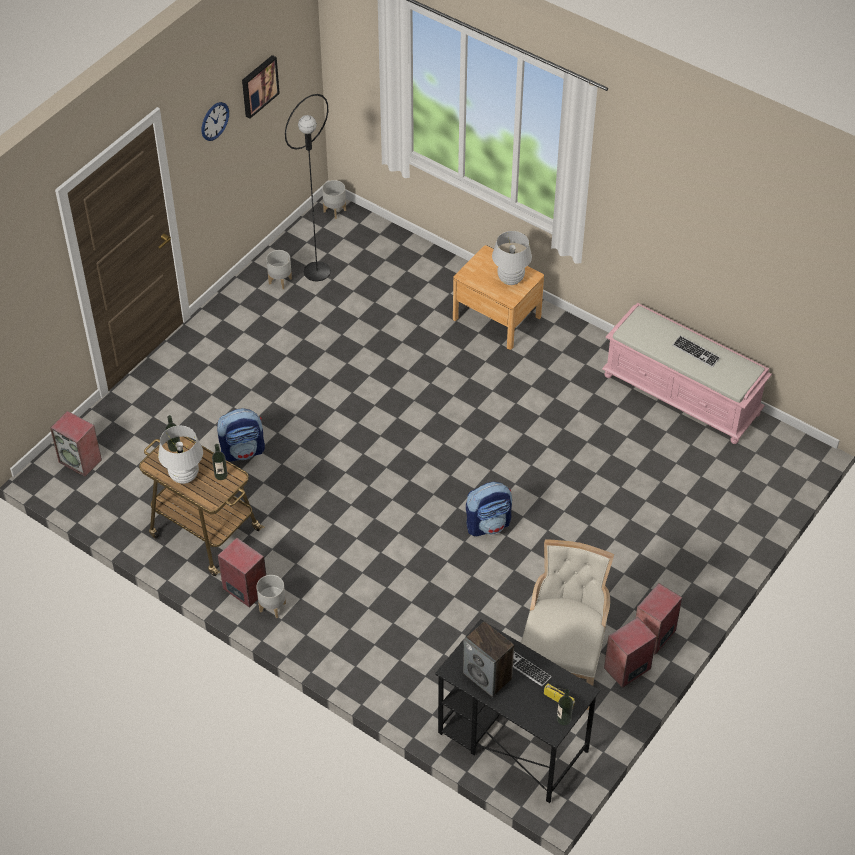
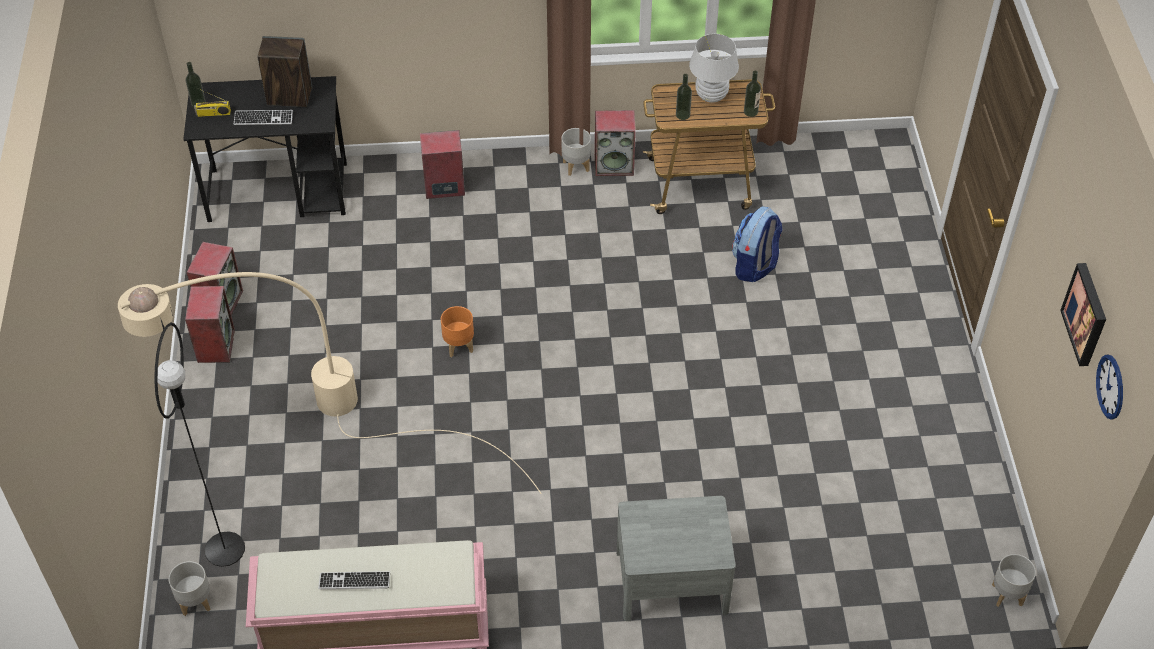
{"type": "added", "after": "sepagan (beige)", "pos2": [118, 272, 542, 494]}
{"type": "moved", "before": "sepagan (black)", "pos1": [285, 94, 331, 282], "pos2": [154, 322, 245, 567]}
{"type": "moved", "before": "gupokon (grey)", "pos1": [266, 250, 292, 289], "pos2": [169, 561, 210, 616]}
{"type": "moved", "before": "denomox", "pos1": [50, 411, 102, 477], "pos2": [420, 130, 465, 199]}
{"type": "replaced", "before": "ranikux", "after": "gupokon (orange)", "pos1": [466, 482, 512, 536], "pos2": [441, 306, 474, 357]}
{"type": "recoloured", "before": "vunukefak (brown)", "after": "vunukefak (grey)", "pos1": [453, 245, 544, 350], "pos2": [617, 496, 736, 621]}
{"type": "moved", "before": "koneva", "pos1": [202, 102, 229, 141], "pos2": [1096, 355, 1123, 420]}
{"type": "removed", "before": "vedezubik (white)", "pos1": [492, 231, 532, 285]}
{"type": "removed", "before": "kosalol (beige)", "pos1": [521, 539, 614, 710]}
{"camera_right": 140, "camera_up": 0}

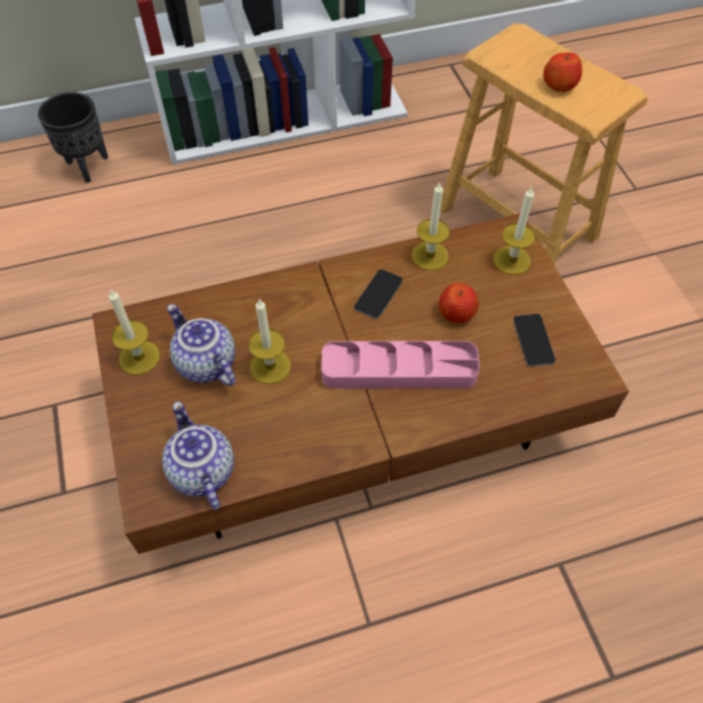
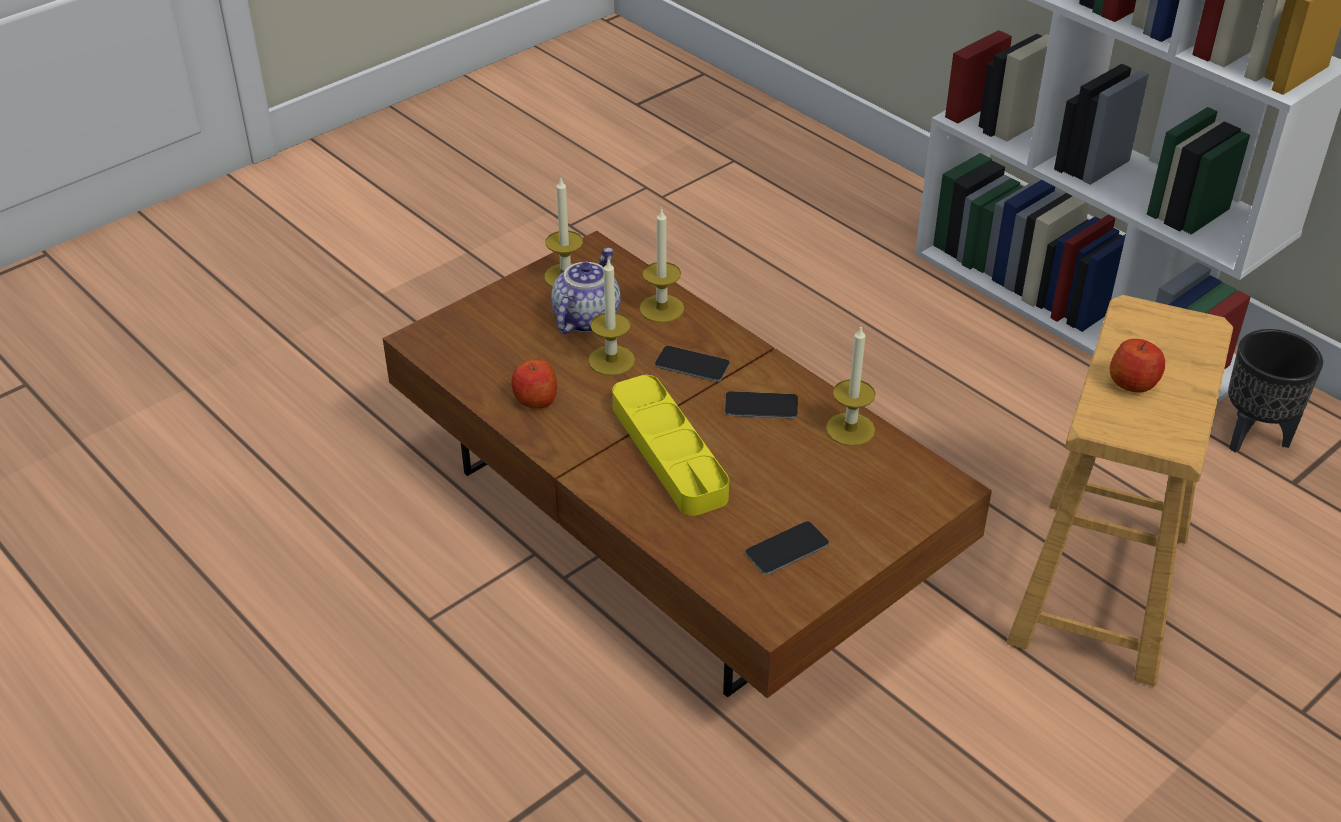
{"type": "moved", "before": "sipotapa", "pos1": [439, 283, 479, 323], "pos2": [512, 359, 557, 409]}
{"type": "recoloured", "before": "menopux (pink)", "after": "menopux (yellow)", "pos1": [321, 341, 480, 388], "pos2": [612, 375, 729, 516]}
{"type": "moved", "before": "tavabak", "pos1": [493, 187, 535, 275], "pos2": [639, 207, 684, 323]}
{"type": "added", "after": "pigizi", "pos2": [655, 346, 730, 382]}
{"type": "moved", "before": "gupokon (black)", "pos1": [38, 92, 108, 183], "pos2": [1228, 329, 1323, 453]}
{"type": "removed", "before": "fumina", "pos1": [162, 401, 234, 510]}
{"camera_right": 65, "camera_up": -15}

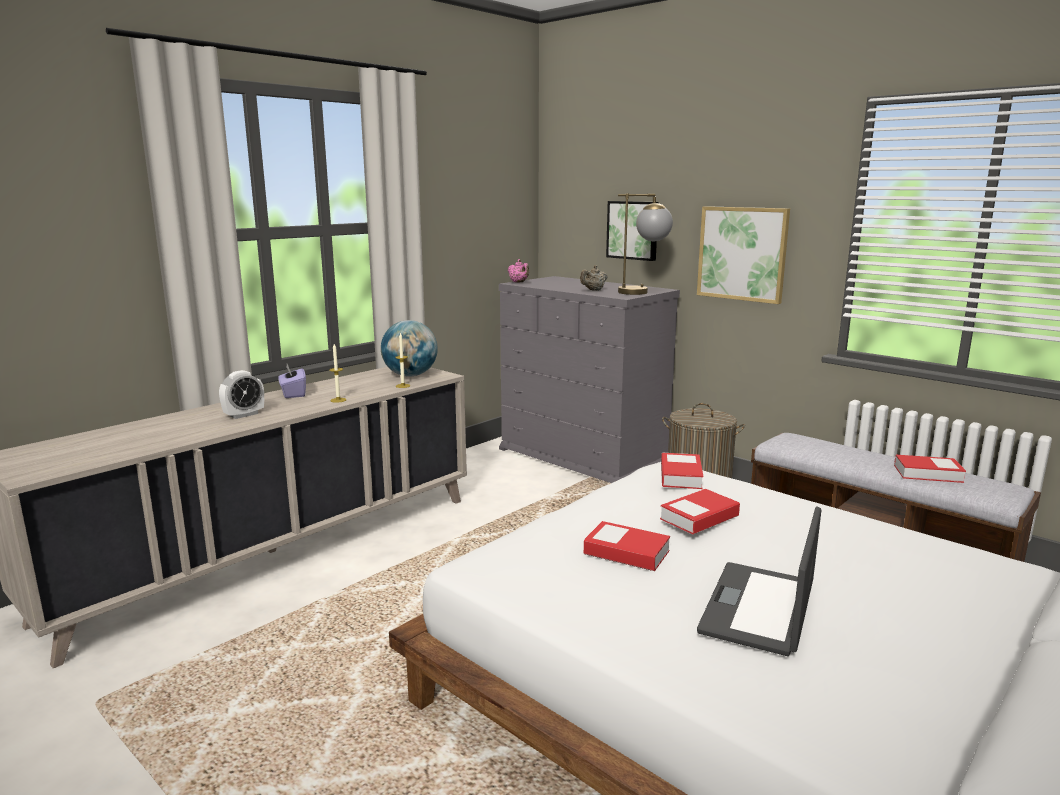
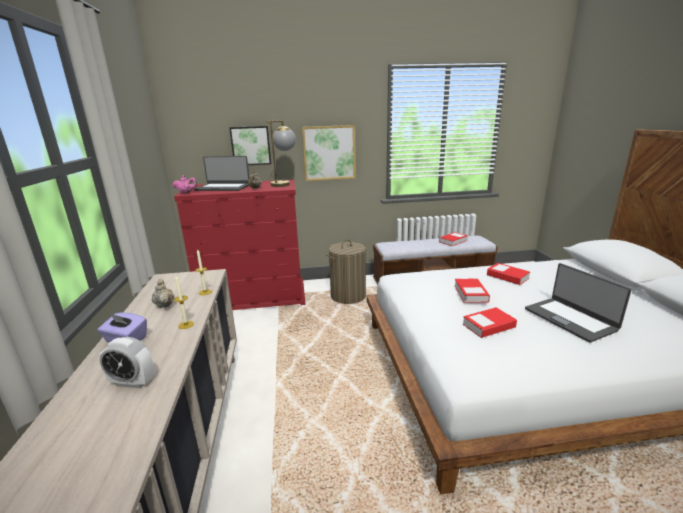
{"type": "turned", "before": "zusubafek", "pos1": [219, 370, 264, 419], "pos2": [99, 337, 154, 388], "turn": 105}
{"type": "added", "after": "fumina (beige)", "pos2": [152, 279, 174, 308]}
{"type": "recoloured", "before": "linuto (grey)", "after": "linuto (red)", "pos1": [499, 276, 680, 483], "pos2": [174, 180, 306, 310]}
{"type": "added", "after": "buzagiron", "pos2": [194, 156, 250, 191]}
{"type": "moved", "before": "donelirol", "pos1": [661, 453, 703, 489], "pos2": [487, 263, 530, 285]}
{"type": "removed", "before": "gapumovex", "pos1": [381, 320, 438, 377]}
{"camera_right": -50, "camera_up": 5}

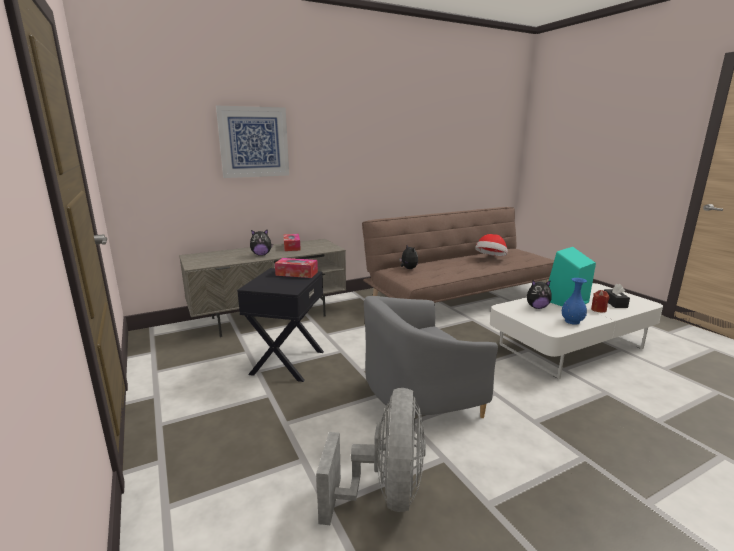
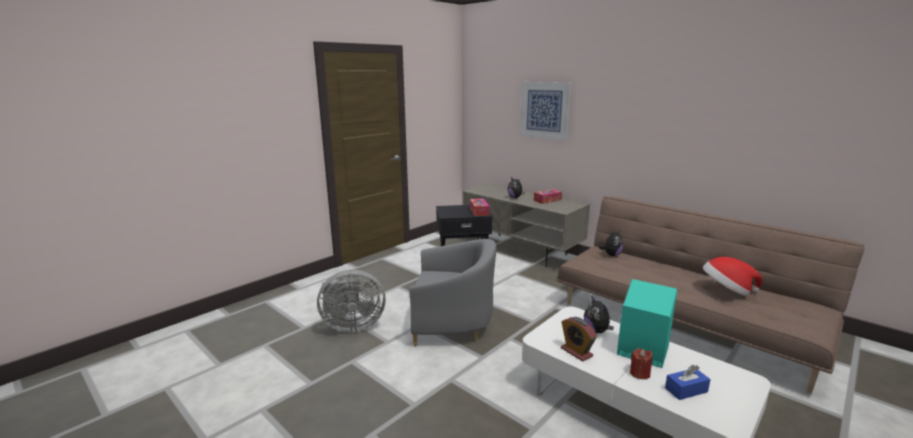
{"type": "turned", "before": "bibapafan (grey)", "pos1": [364, 296, 498, 418], "pos2": [409, 239, 496, 347], "turn": 135}
{"type": "replaced", "before": "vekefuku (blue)", "after": "zusubafek", "pos1": [562, 278, 587, 325], "pos2": [561, 317, 597, 362]}
{"type": "recoloured", "before": "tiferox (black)", "after": "tiferox (blue)", "pos1": [604, 284, 630, 308], "pos2": [665, 365, 711, 400]}
{"camera_right": 70, "camera_up": 0}

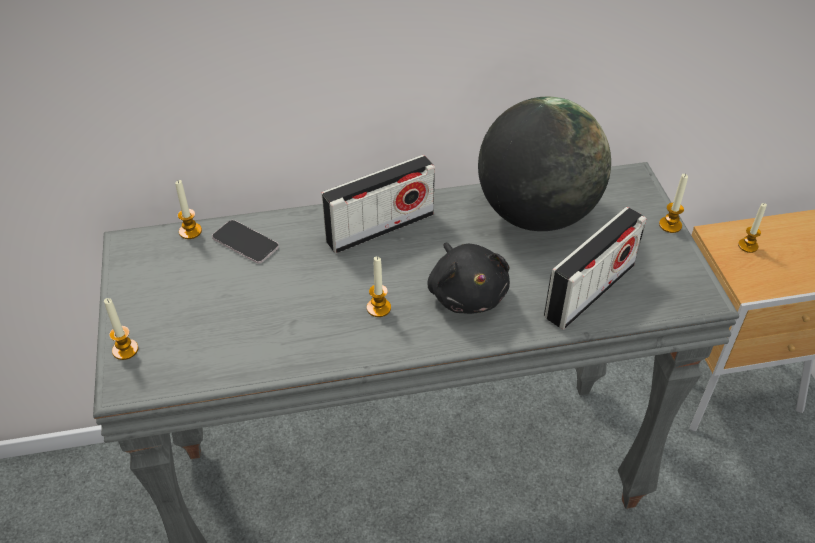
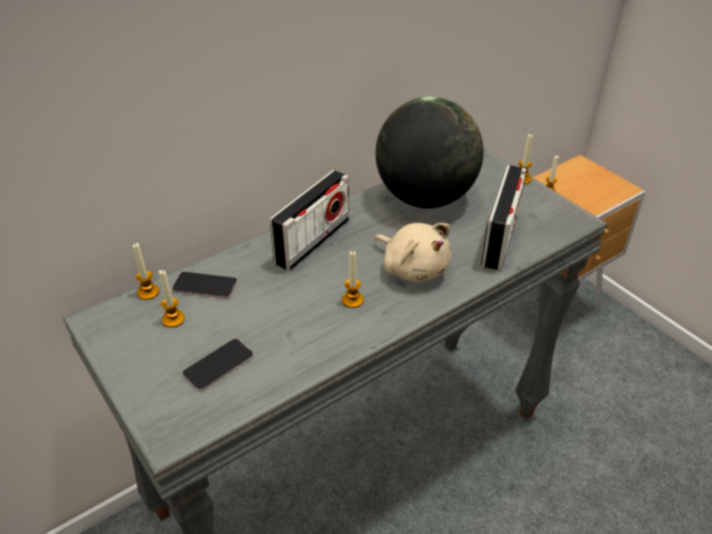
{"type": "moved", "before": "tavabak", "pos1": [104, 298, 139, 360], "pos2": [159, 270, 185, 327]}
{"type": "added", "after": "pigizi", "pos2": [182, 338, 254, 391]}
{"type": "recoloured", "before": "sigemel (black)", "after": "sigemel (beige)", "pos1": [427, 242, 510, 314], "pos2": [375, 223, 451, 282]}
{"camera_right": -25, "camera_up": -5}

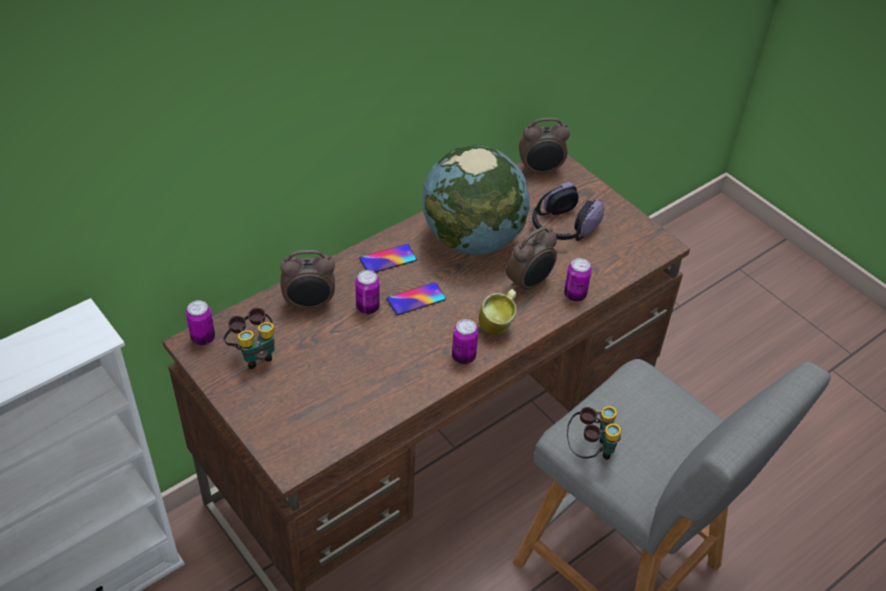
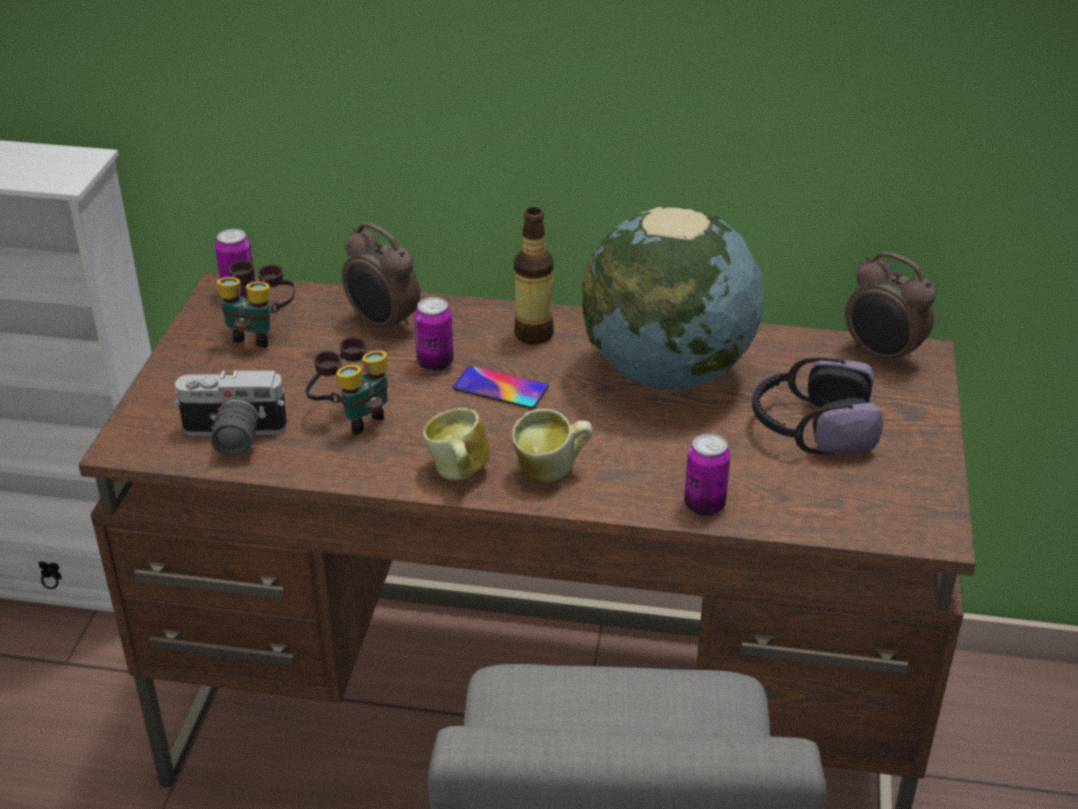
{"type": "added", "after": "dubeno", "pos2": [173, 370, 287, 457]}
{"type": "moved", "before": "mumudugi", "pos1": [567, 406, 621, 460], "pos2": [305, 337, 388, 435]}
{"type": "replaced", "before": "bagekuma", "after": "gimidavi", "pos1": [452, 319, 478, 364], "pos2": [423, 408, 490, 480]}
{"type": "replaced", "before": "pigizi", "after": "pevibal", "pos1": [359, 244, 417, 272], "pos2": [514, 207, 554, 344]}
{"type": "removed", "before": "zusubafek", "pos1": [506, 227, 557, 295]}
{"camera_right": 50, "camera_up": -10}

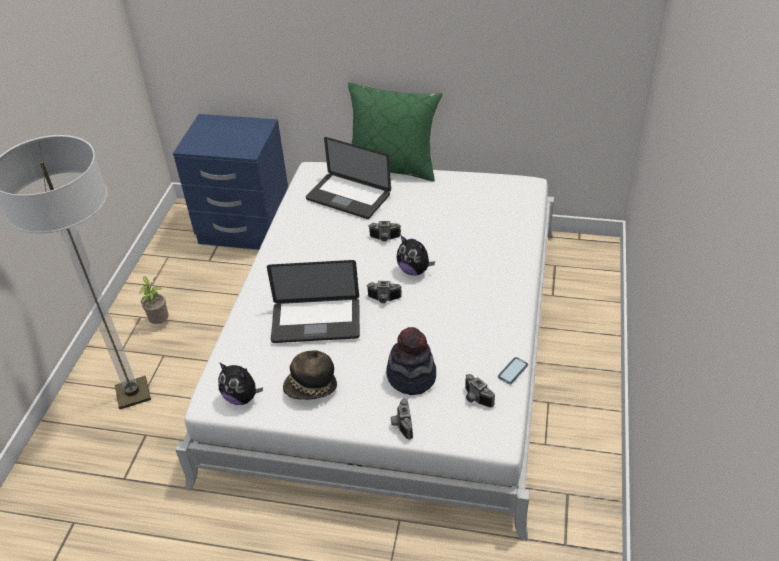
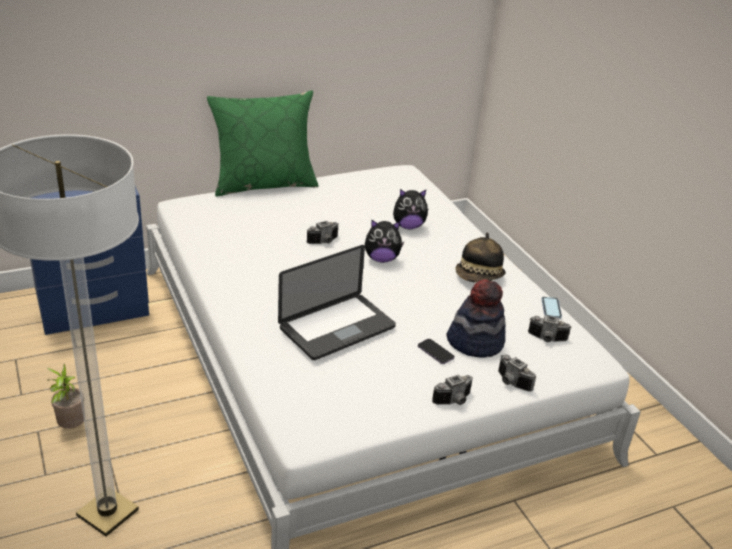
{"type": "moved", "before": "sigemel", "pos1": [218, 362, 263, 405], "pos2": [393, 189, 428, 229]}
{"type": "added", "after": "pigizi", "pos2": [418, 339, 455, 364]}
{"type": "moved", "before": "dubeno", "pos1": [367, 281, 402, 303], "pos2": [432, 374, 473, 405]}
{"type": "moved", "before": "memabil", "pos1": [283, 350, 337, 400], "pos2": [455, 233, 506, 282]}
{"type": "removed", "before": "buzagiron", "pos1": [306, 137, 391, 219]}
{"camera_right": -40, "camera_up": -10}

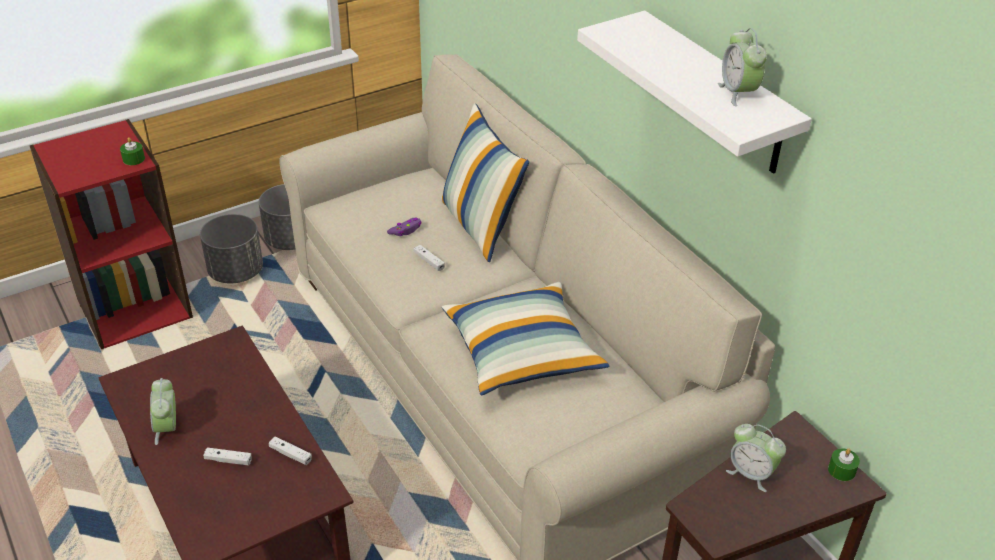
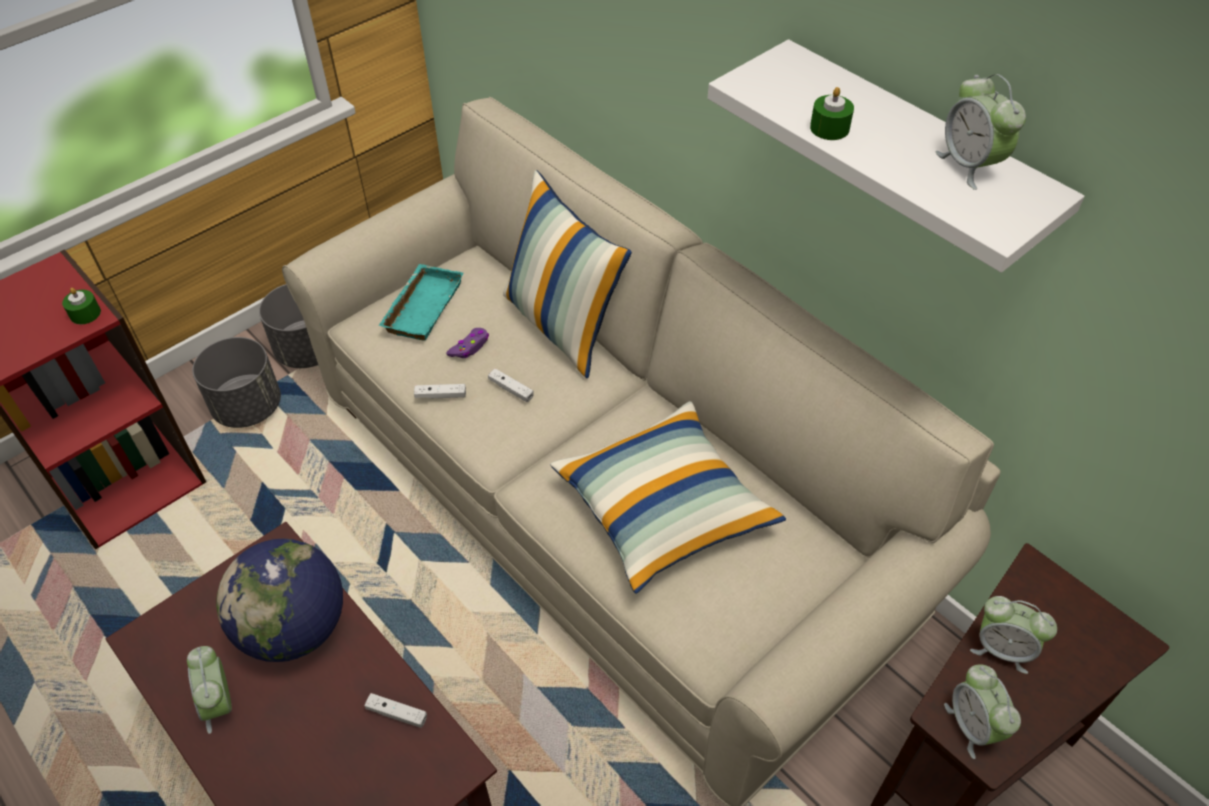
{"type": "added", "after": "gapumovex", "pos2": [216, 539, 343, 662]}
{"type": "added", "after": "menopux (turquoise)", "pos2": [378, 264, 464, 340]}
{"type": "moved", "before": "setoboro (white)", "pos1": [203, 447, 252, 466], "pos2": [414, 384, 466, 398]}
{"type": "moved", "before": "tavabak (green)", "pos1": [828, 448, 860, 481], "pos2": [810, 87, 854, 140]}
{"type": "added", "after": "zusubafek", "pos2": [944, 664, 1021, 759]}
{"camera_right": -10, "camera_up": 10}

